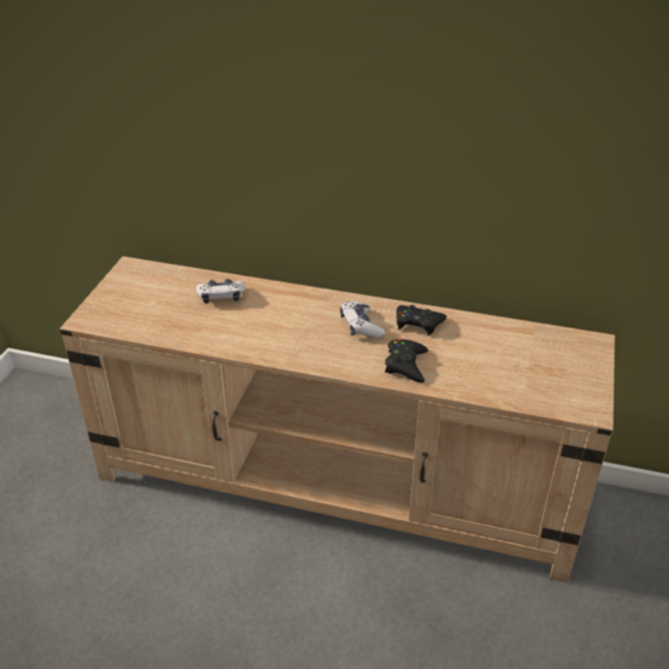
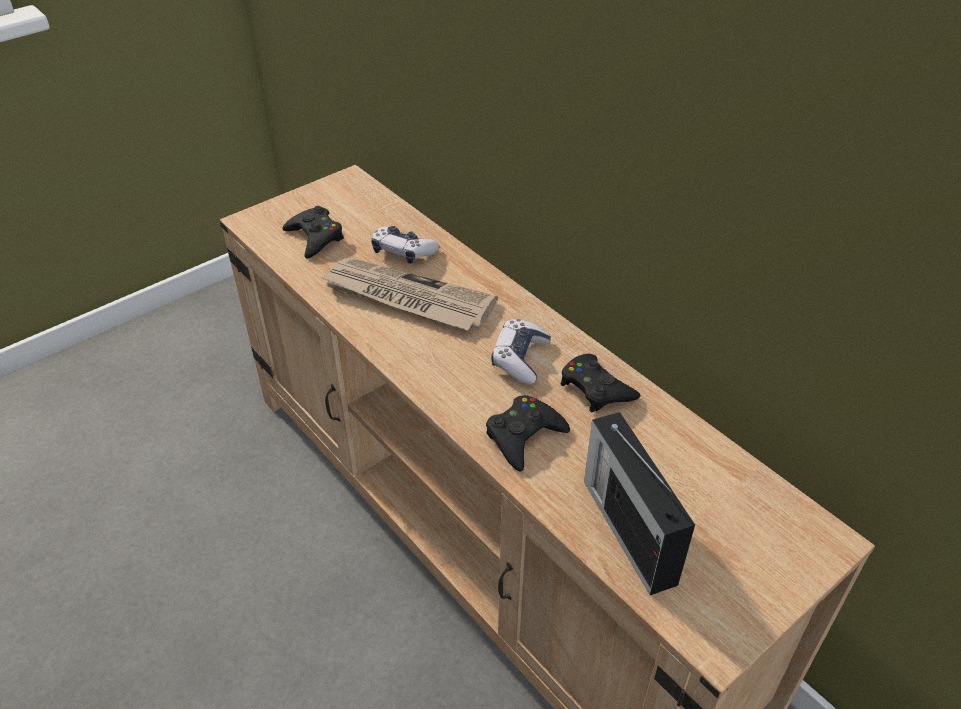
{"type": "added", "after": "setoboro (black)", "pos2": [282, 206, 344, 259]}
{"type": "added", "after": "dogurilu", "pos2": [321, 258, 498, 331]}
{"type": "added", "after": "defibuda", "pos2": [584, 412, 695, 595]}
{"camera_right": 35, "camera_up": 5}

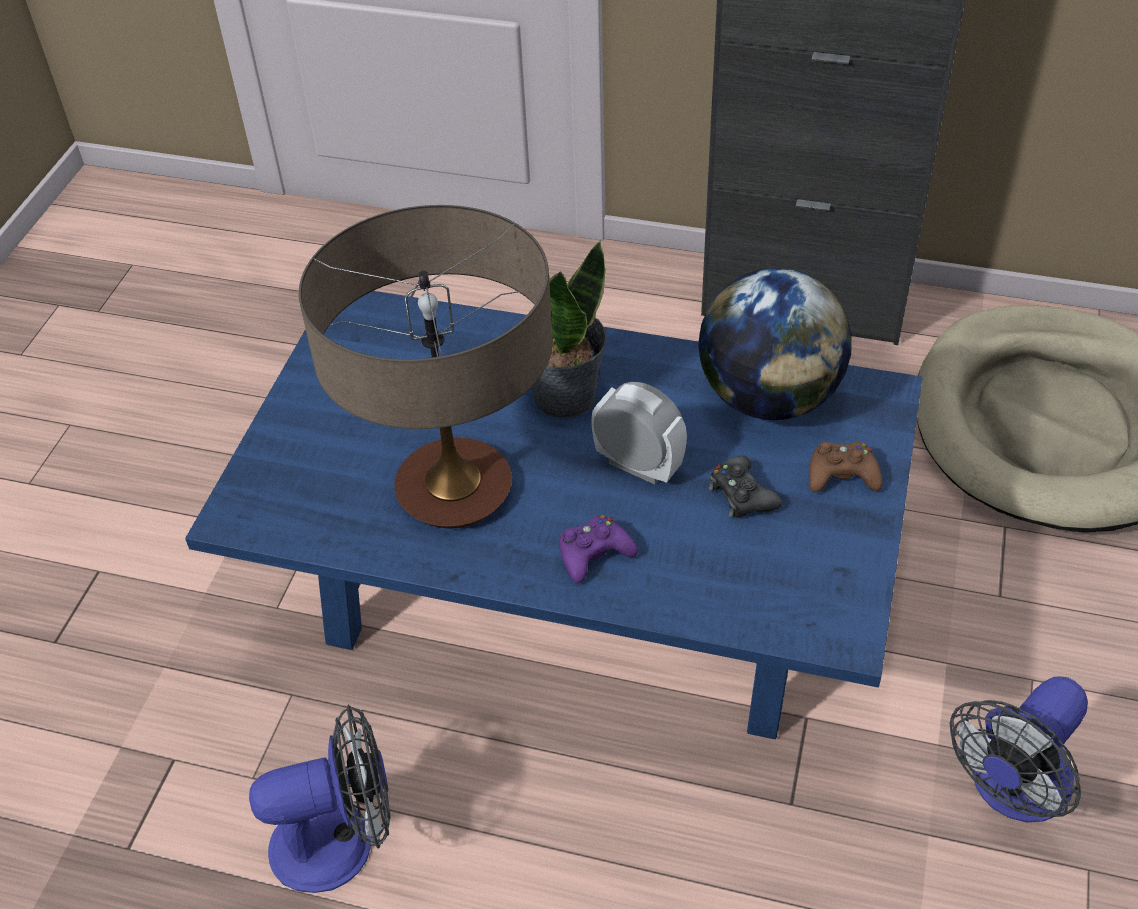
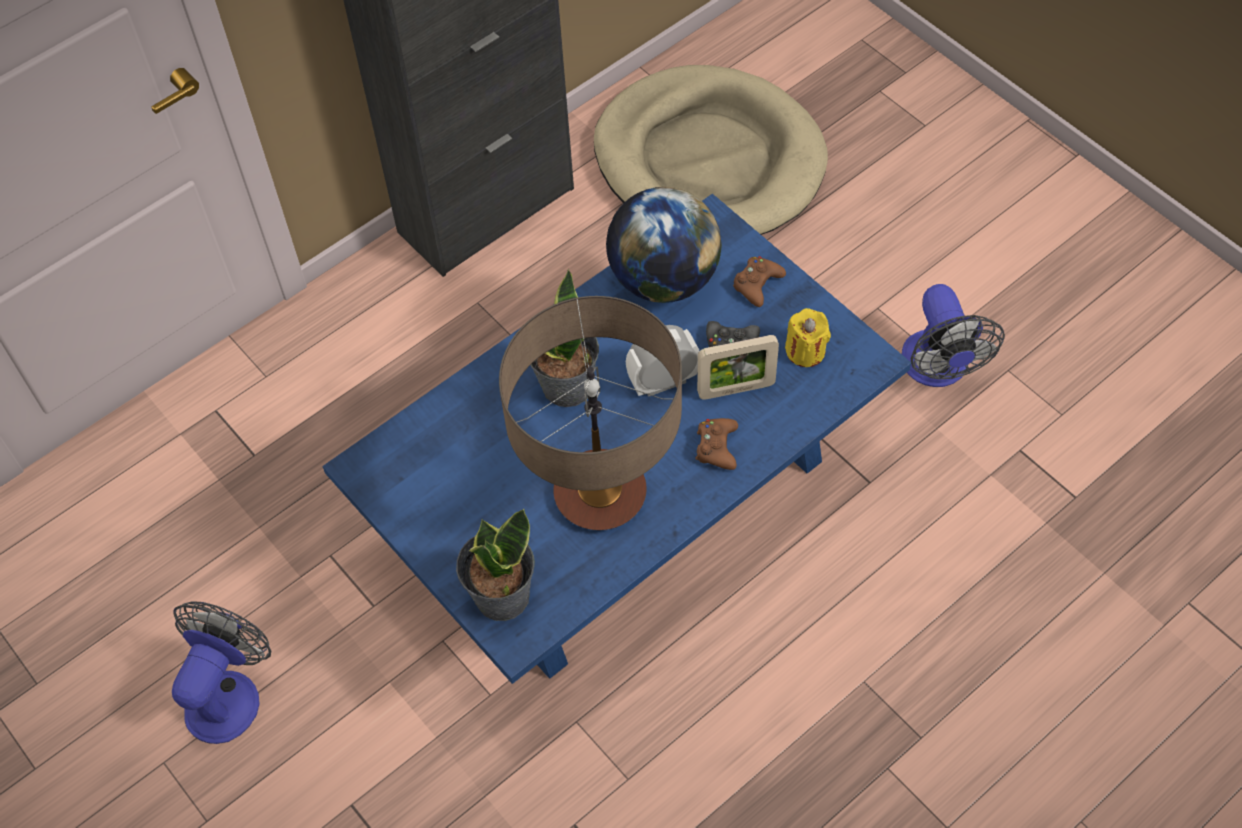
{"type": "moved", "before": "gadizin", "pos1": [249, 705, 391, 893], "pos2": [172, 601, 271, 744]}
{"type": "added", "after": "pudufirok", "pos2": [456, 509, 535, 621]}
{"type": "recoloured", "before": "setoboro (purple)", "after": "setoboro (brown)", "pos1": [559, 515, 638, 583], "pos2": [696, 418, 738, 470]}
{"type": "added", "after": "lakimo", "pos2": [697, 335, 779, 400]}
{"type": "added", "after": "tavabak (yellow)", "pos2": [785, 308, 831, 367]}
{"camera_right": -55, "camera_up": 10}

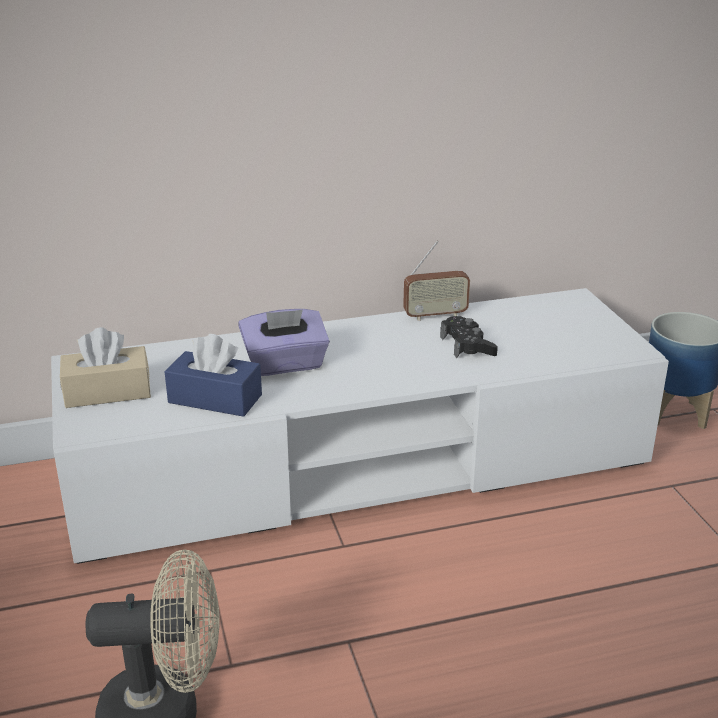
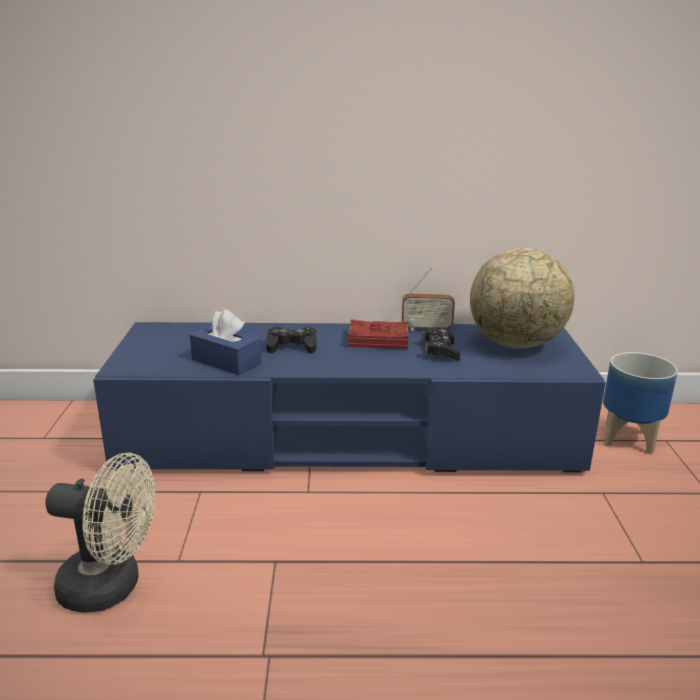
{"type": "recoloured", "before": "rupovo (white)", "after": "rupovo (blue)", "pos1": [51, 288, 669, 564], "pos2": [93, 322, 606, 472]}
{"type": "replaced", "before": "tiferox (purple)", "after": "setoboro (black)", "pos1": [238, 309, 330, 376], "pos2": [266, 327, 317, 354]}
{"type": "added", "after": "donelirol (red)", "pos2": [348, 319, 408, 349]}
{"type": "added", "after": "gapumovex", "pos2": [470, 248, 574, 349]}
{"type": "removed", "before": "tiferox (beige)", "pos1": [60, 327, 151, 408]}
{"camera_right": 15, "camera_up": -5}

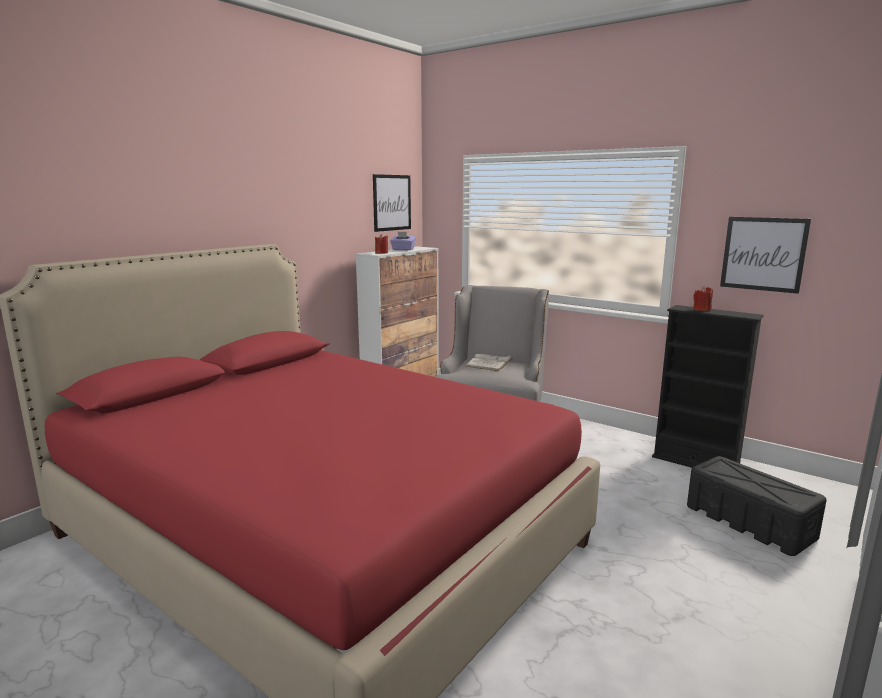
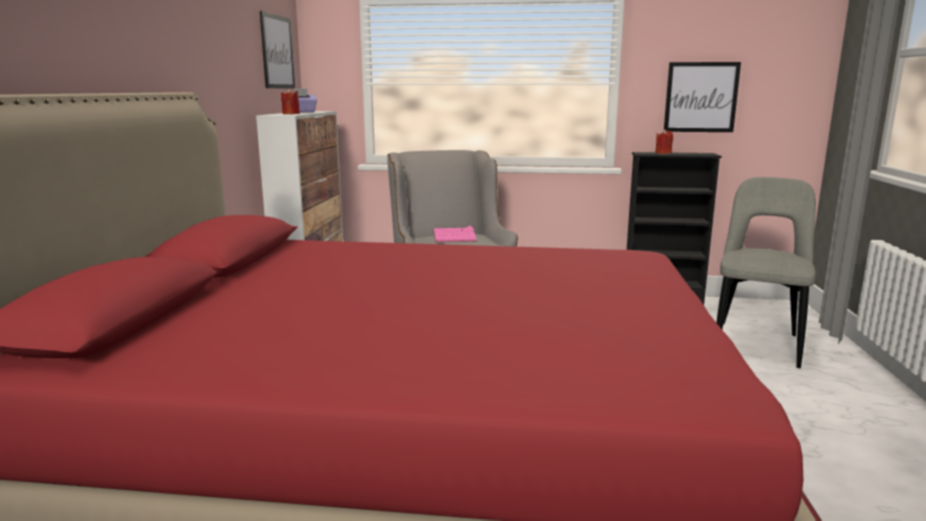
{"type": "recoloured", "before": "donelirol (white)", "after": "donelirol (pink)", "pos1": [465, 354, 513, 371], "pos2": [433, 225, 477, 243]}
{"type": "replaced", "before": "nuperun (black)", "after": "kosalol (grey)", "pos1": [687, 456, 827, 556], "pos2": [716, 177, 816, 368]}
{"camera_right": -30, "camera_up": 0}

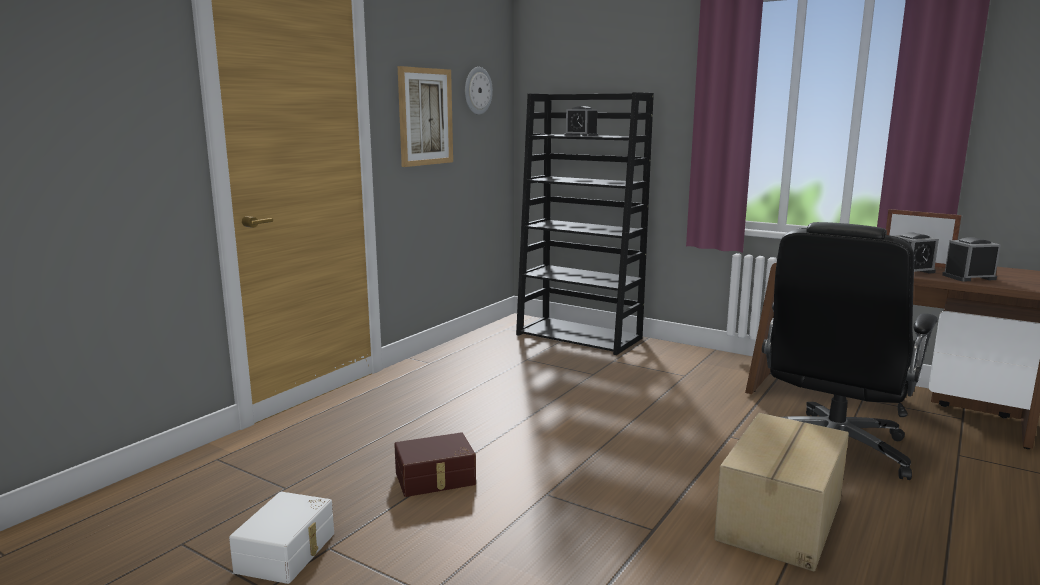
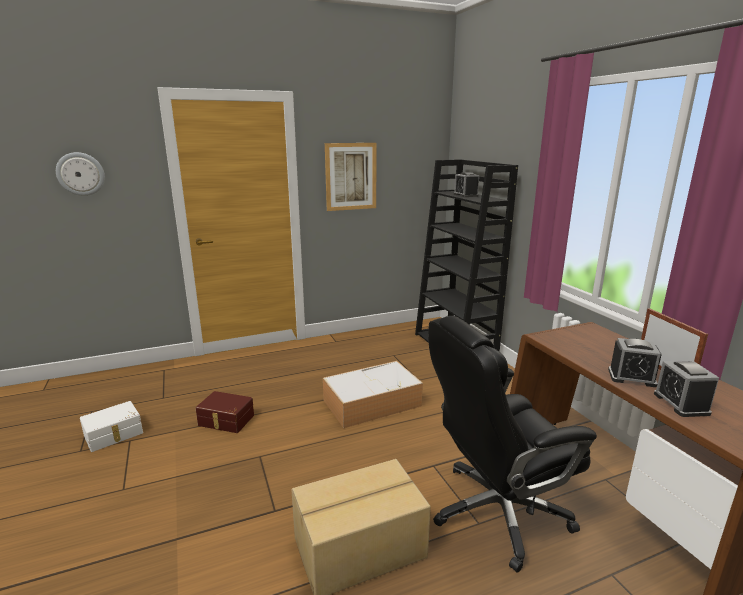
{"type": "moved", "before": "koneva", "pos1": [465, 67, 493, 115], "pos2": [56, 152, 105, 196]}
{"type": "added", "after": "nuperun", "pos2": [323, 361, 423, 428]}
{"type": "turned", "before": "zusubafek", "pos1": [942, 237, 1001, 281], "pos2": [654, 360, 719, 417], "turn": -120}
{"camera_right": 35, "camera_up": 5}

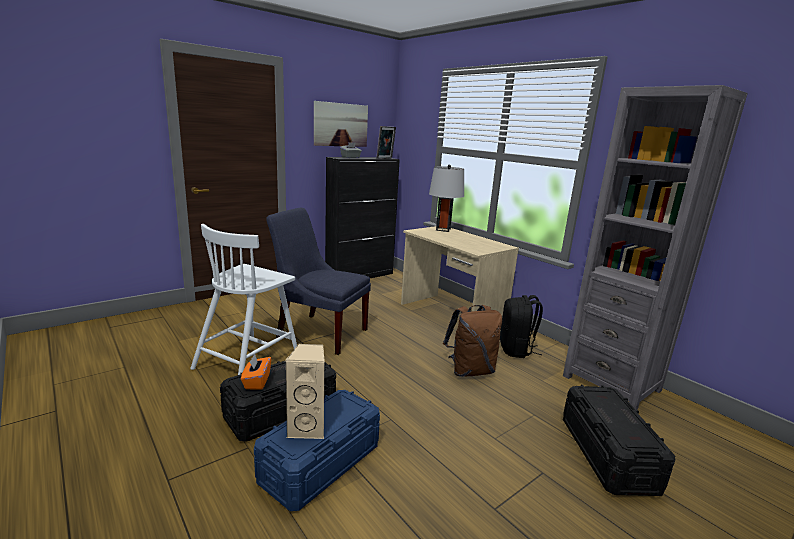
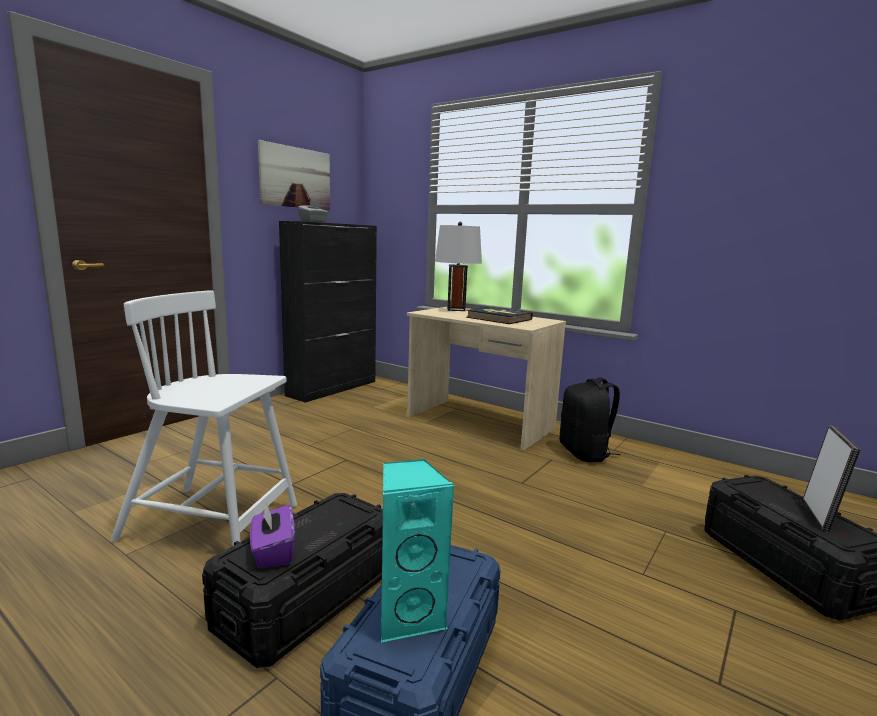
{"type": "turned", "before": "kosalol (white)", "pos1": [190, 224, 297, 375], "pos2": [111, 290, 297, 546], "turn": 90}
{"type": "recoloured", "before": "tiferox (orange)", "after": "tiferox (purple)", "pos1": [241, 354, 271, 390], "pos2": [250, 503, 295, 568]}
{"type": "recoloured", "before": "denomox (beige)", "after": "denomox (turquoise)", "pos1": [285, 344, 325, 439], "pos2": [381, 459, 455, 642]}
{"type": "added", "after": "donelirol", "pos2": [466, 307, 533, 324]}
{"type": "moved", "before": "lakimo", "pos1": [376, 126, 396, 159], "pos2": [803, 425, 861, 532]}
{"type": "removed", "before": "kosalol (blue)", "pos1": [266, 207, 371, 355]}
{"type": "removed", "before": "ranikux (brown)", "pos1": [443, 305, 502, 377]}
{"type": "removed", "before": "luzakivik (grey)", "pos1": [563, 85, 748, 410]}
{"camera_right": -15, "camera_up": -5}

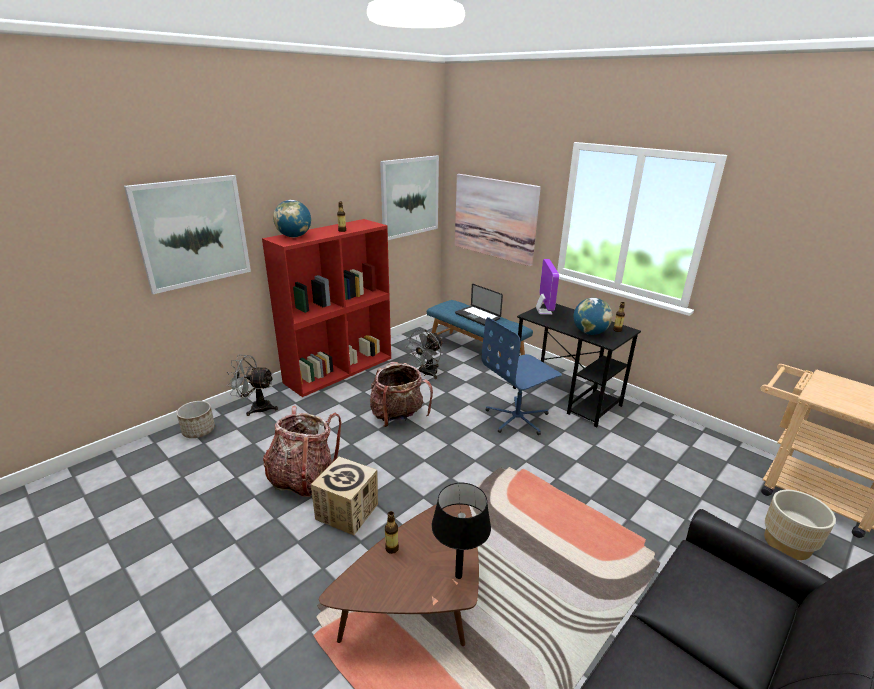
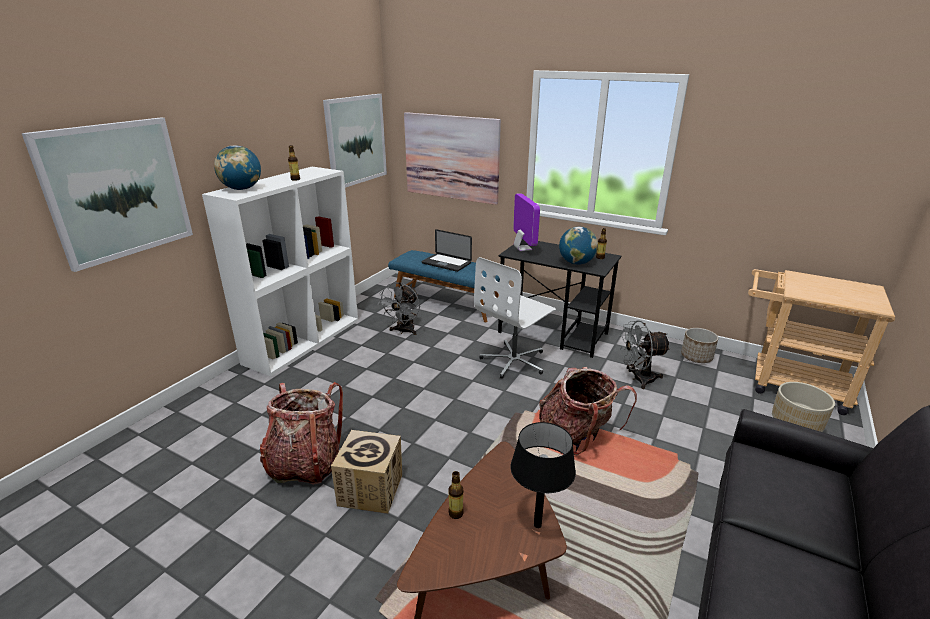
{"type": "recoloured", "before": "luzakivik (red)", "after": "luzakivik (white)", "pos1": [262, 219, 391, 397], "pos2": [202, 167, 358, 377]}
{"type": "recoloured", "before": "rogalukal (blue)", "after": "rogalukal (white)", "pos1": [481, 317, 562, 435], "pos2": [474, 257, 556, 379]}
{"type": "moved", "before": "ranikux", "pos1": [370, 362, 433, 427], "pos2": [539, 367, 637, 455]}
{"type": "moved", "before": "gadizin (grey)", "pos1": [227, 355, 278, 416], "pos2": [620, 320, 671, 389]}
{"type": "moved", "before": "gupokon", "pos1": [176, 401, 215, 438], "pos2": [681, 328, 718, 363]}
{"camera_right": -15, "camera_up": 0}

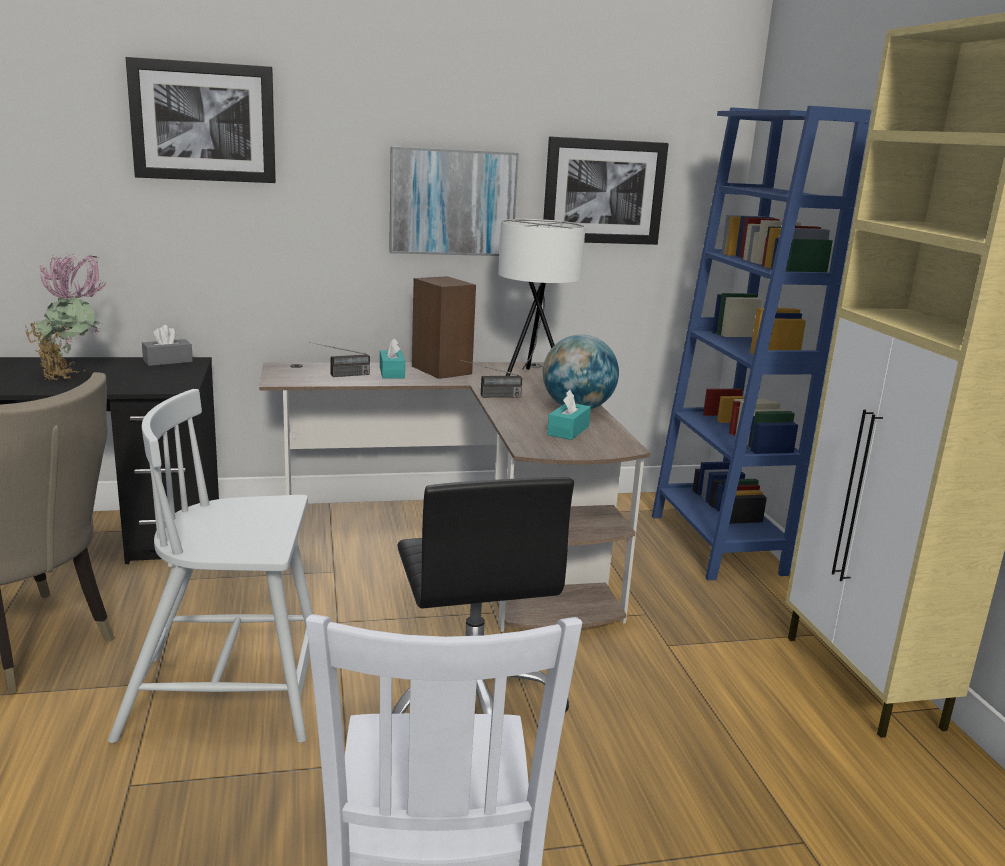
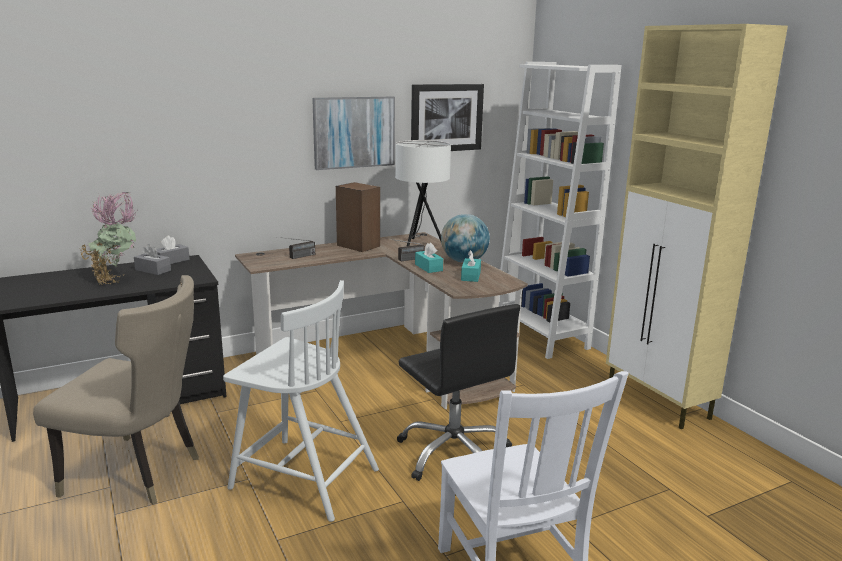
{"type": "added", "after": "tiferox (grey)", "pos2": [134, 244, 171, 275]}
{"type": "turned", "before": "kosalol (white)", "pos1": [108, 389, 313, 743], "pos2": [223, 280, 379, 522], "turn": -135}
{"type": "moved", "before": "tiferox (turquoise)", "pos1": [380, 338, 405, 379], "pos2": [415, 243, 443, 273]}
{"type": "recoloured", "before": "luzakivik (blue)", "after": "luzakivik (white)", "pos1": [652, 106, 871, 580], "pos2": [499, 62, 622, 359]}
{"type": "removed", "before": "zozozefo", "pos1": [125, 57, 276, 183]}
{"camera_right": -15, "camera_up": 0}

